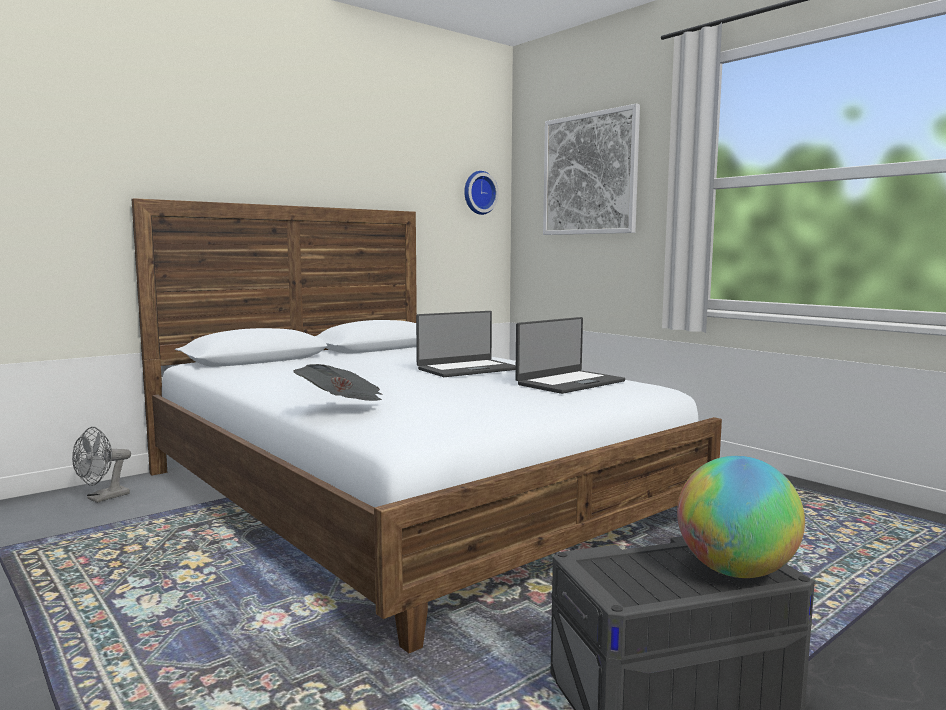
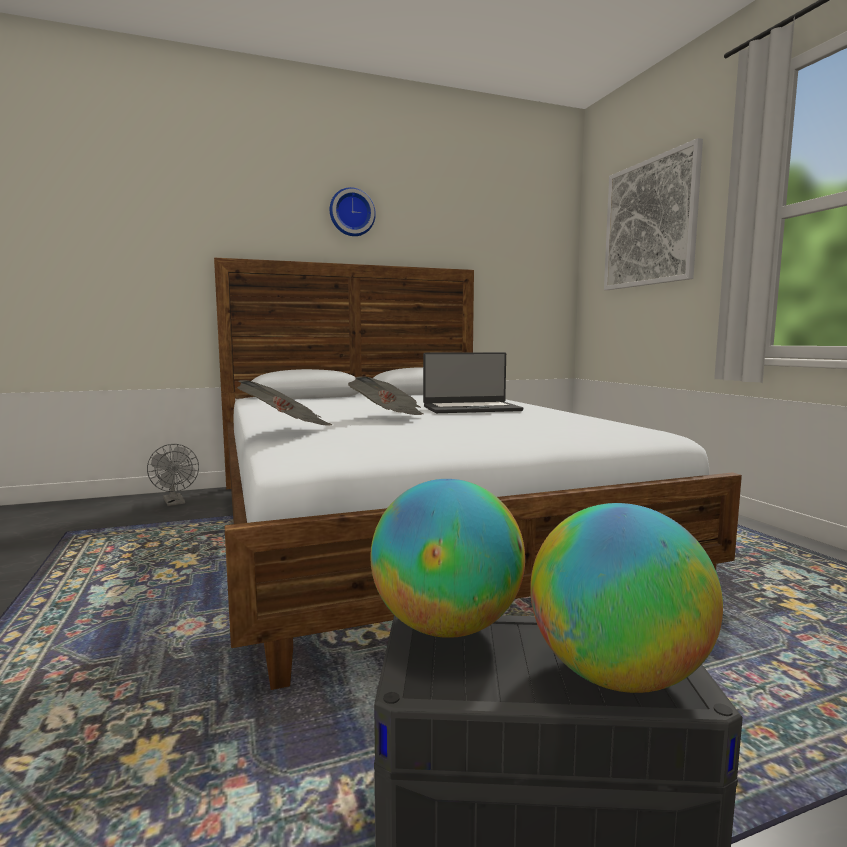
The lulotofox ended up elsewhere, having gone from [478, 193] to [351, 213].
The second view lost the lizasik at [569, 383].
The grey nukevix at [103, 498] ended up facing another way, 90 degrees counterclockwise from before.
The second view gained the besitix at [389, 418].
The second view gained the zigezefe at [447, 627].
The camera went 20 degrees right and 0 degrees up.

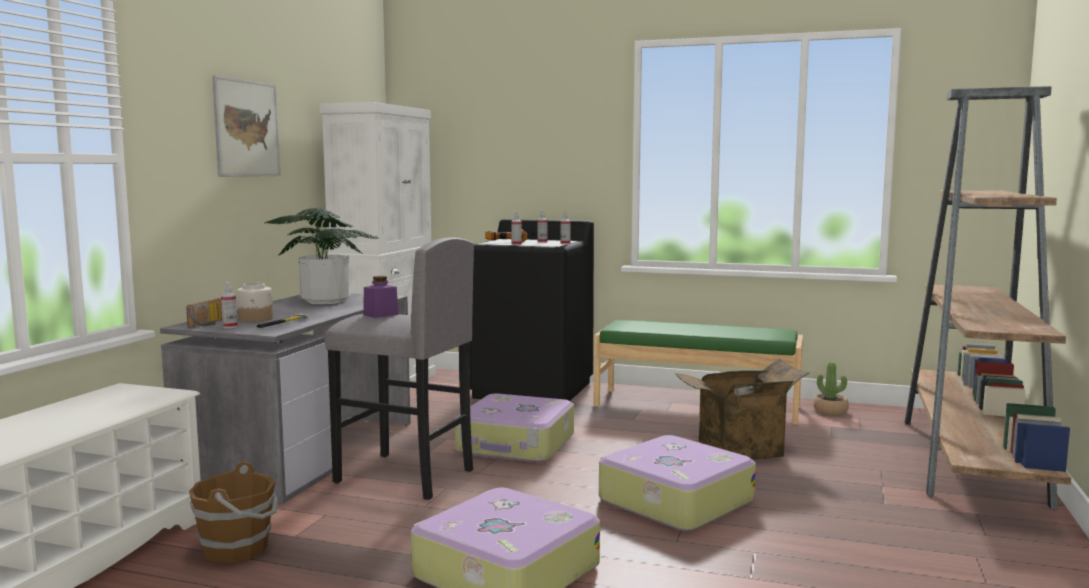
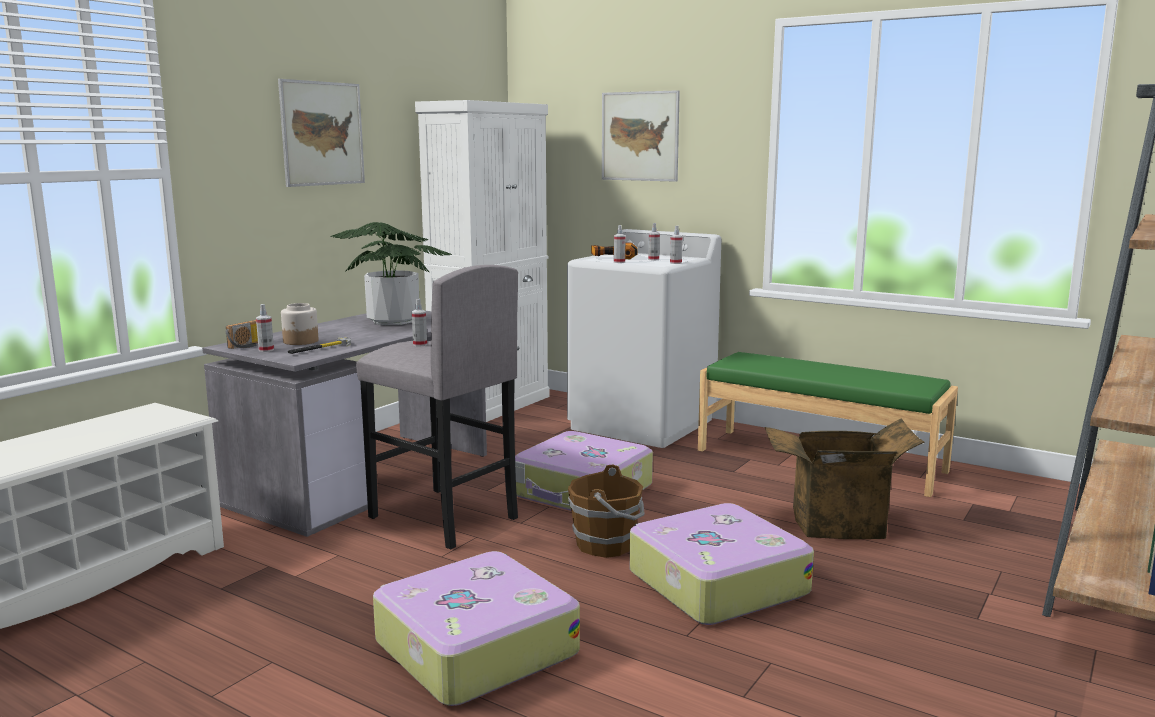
What was the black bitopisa at [533, 390] turned into the white bitopisa at [643, 424].
Where the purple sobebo stood at [381, 315], the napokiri came to stand at [420, 344].
The second view lost the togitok at [830, 411].
The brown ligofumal ended up elsewhere, having gone from [238, 549] to [607, 545].
The second view gained the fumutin at [640, 136].
The camera went 15 degrees right and 5 degrees up.

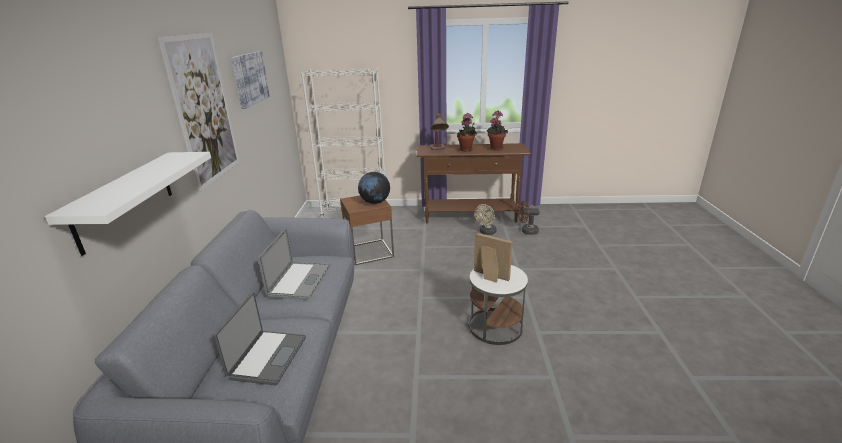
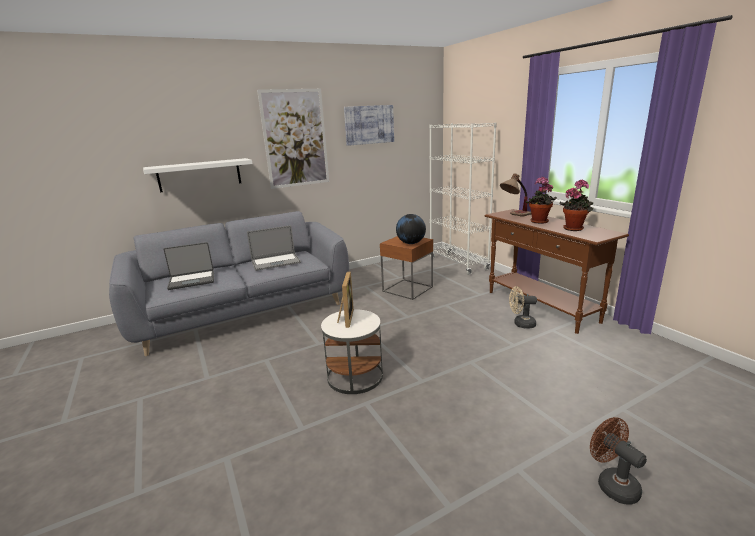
The brown nukevix ended up elsewhere, having gone from [527, 231] to [612, 483].
The camera went 60 degrees right and 5 degrees down.

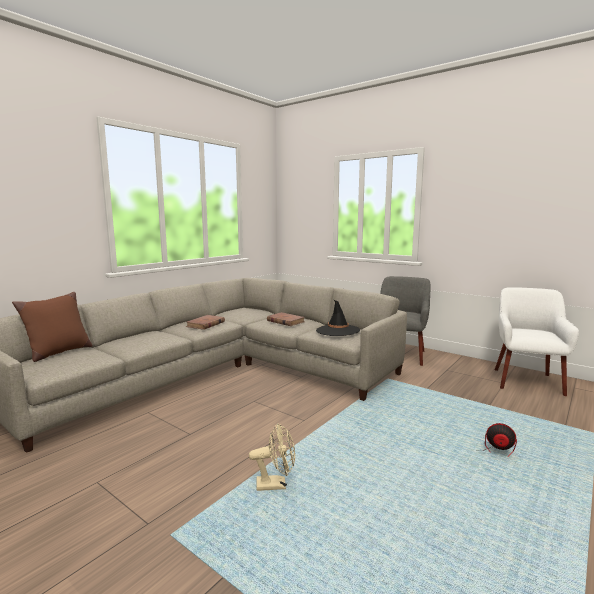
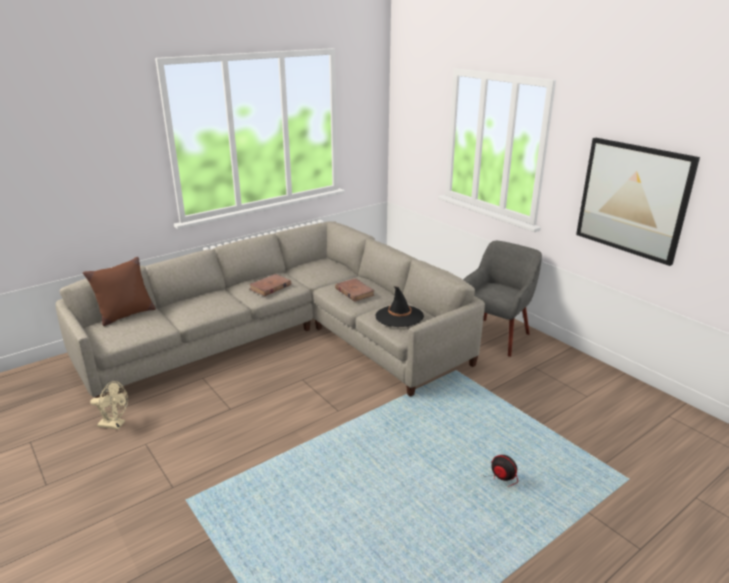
The second view lost the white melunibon at [526, 381].
The beige nukevix ended up elsewhere, having gone from [276, 484] to [115, 424].
The second view gained the fumutin at [633, 199].
The camera went 15 degrees right and 15 degrees up.

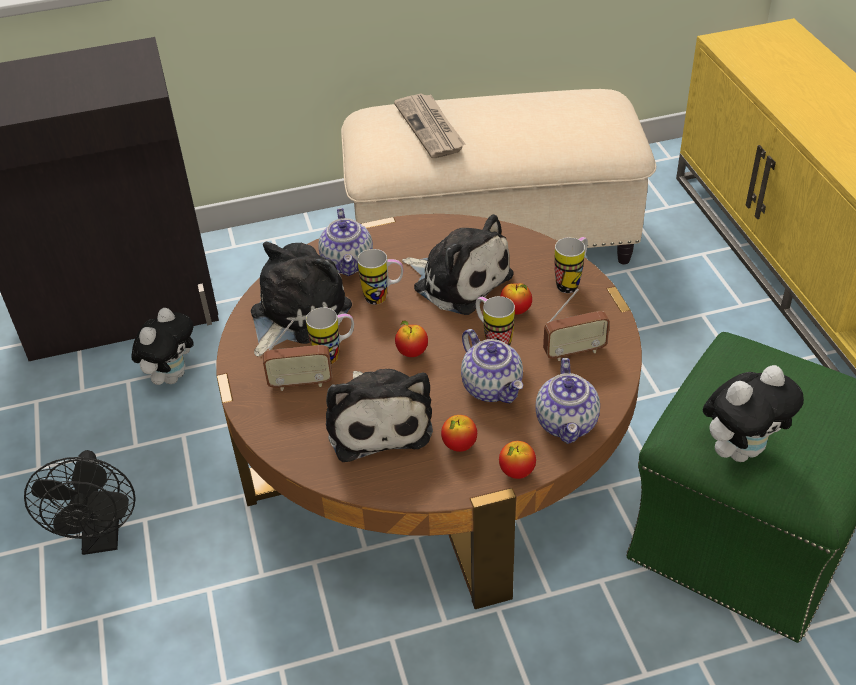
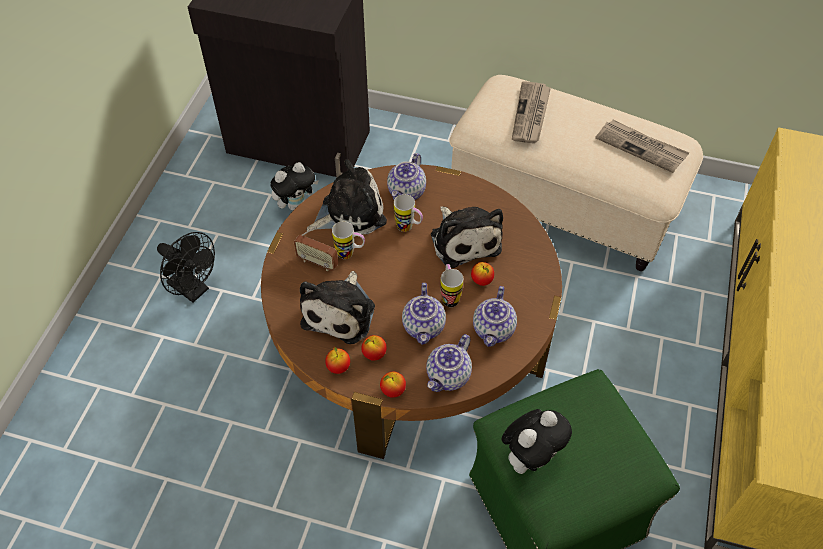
The second view lost the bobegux at [571, 282].
Where the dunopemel stood at [574, 352], the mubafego came to stand at [494, 330].
The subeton ended up elsewhere, having gone from [412, 352] to [338, 367].
The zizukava at [741, 450] ended up facing another way, 45 degrees counterclockwise from before.
The black nukevix at [102, 538] ended up facing another way, 75 degrees counterclockwise from before.
The second view gained the besitix at [641, 147].
The camera went 30 degrees right and 10 degrees up.

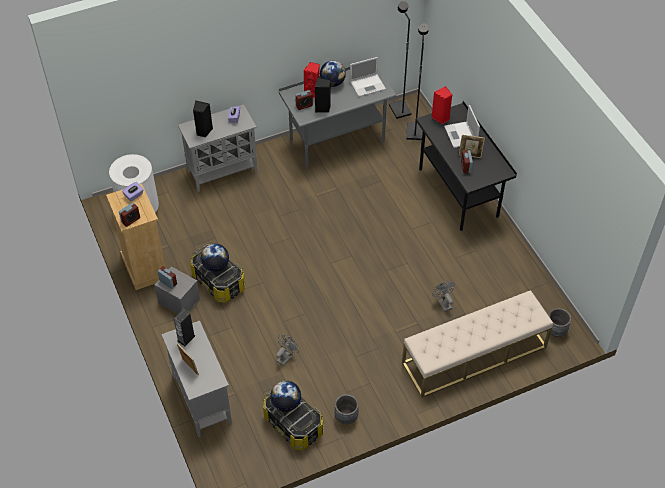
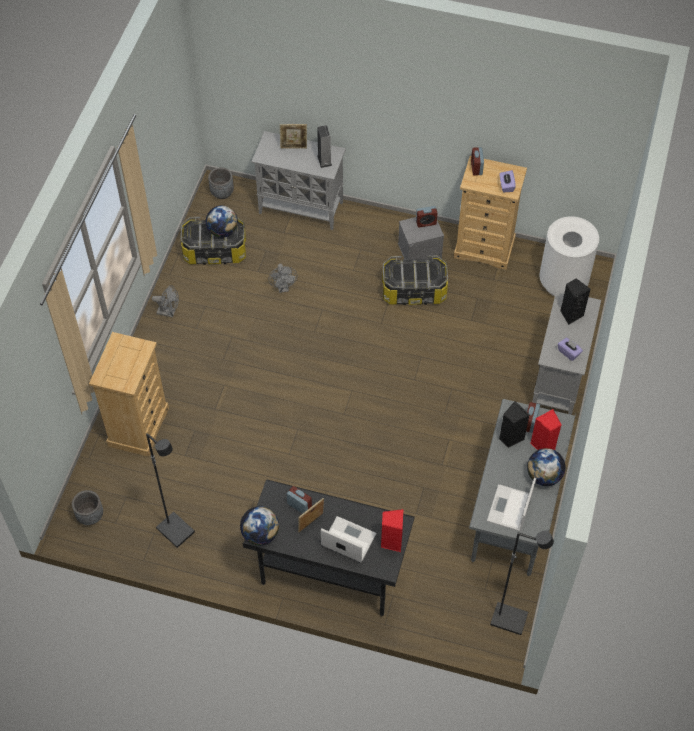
The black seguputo ended up elsewhere, having gone from [414, 132] to [176, 530].
The zigezefe ended up elsewhere, having gone from [216, 265] to [260, 534].
The grey nukevix ended up elsewhere, having gone from [443, 303] to [169, 312].
Where the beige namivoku stood at [474, 355], the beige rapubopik came to stand at [138, 426].
The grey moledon ended up elsewhere, having gone from [346, 416] to [222, 193].
The camera went 130 degrees right and 5 degrees up.

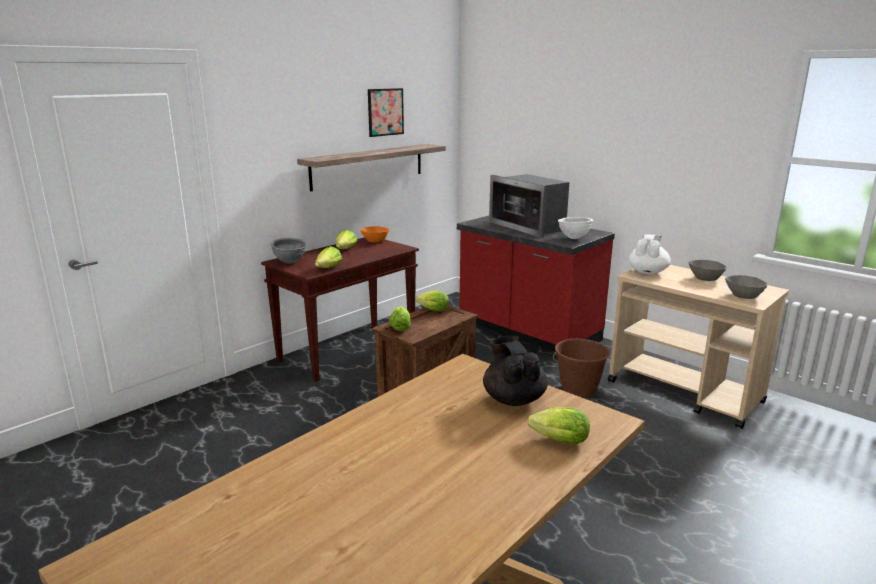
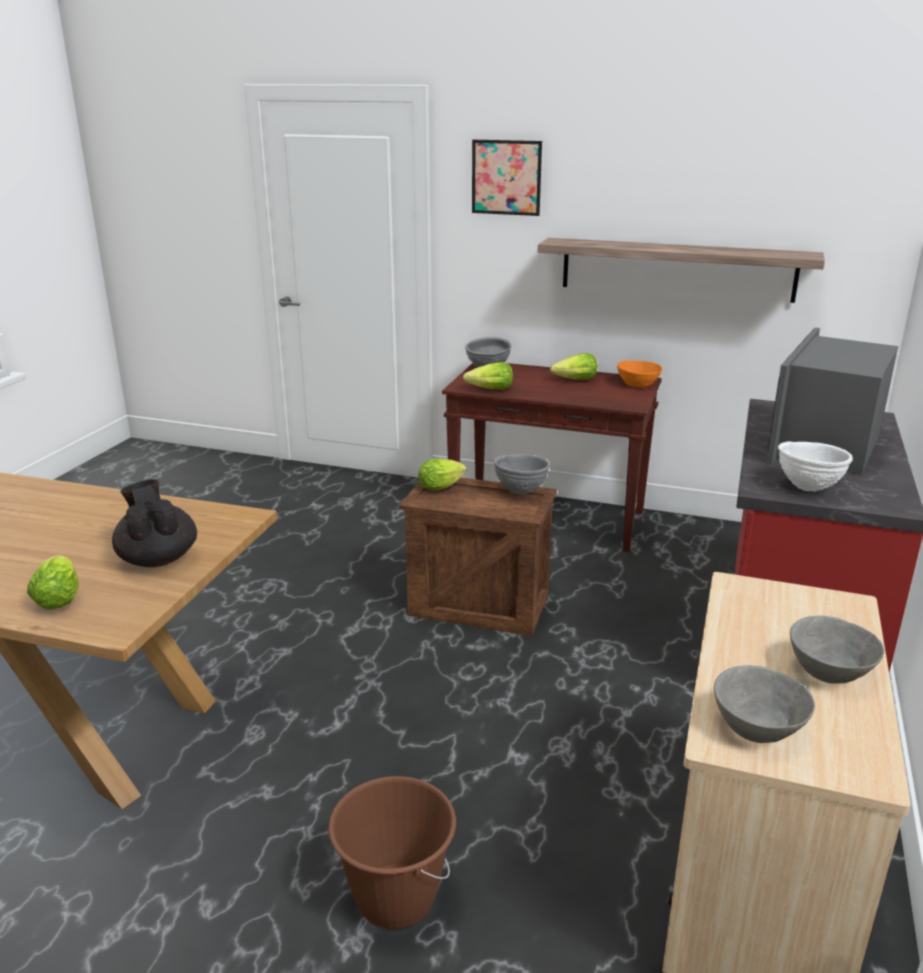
The fumutin ended up elsewhere, having gone from [385, 112] to [506, 177].
The second view lost the white mubafego at [647, 272].
Where the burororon stood at [431, 310], the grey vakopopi came to stand at [521, 492].
The black mubafego at [513, 399] ended up facing another way, 75 degrees counterclockwise from before.
The brown ligofumal ended up elsewhere, having gone from [578, 390] to [395, 898].
The camera went 65 degrees right and 5 degrees up.

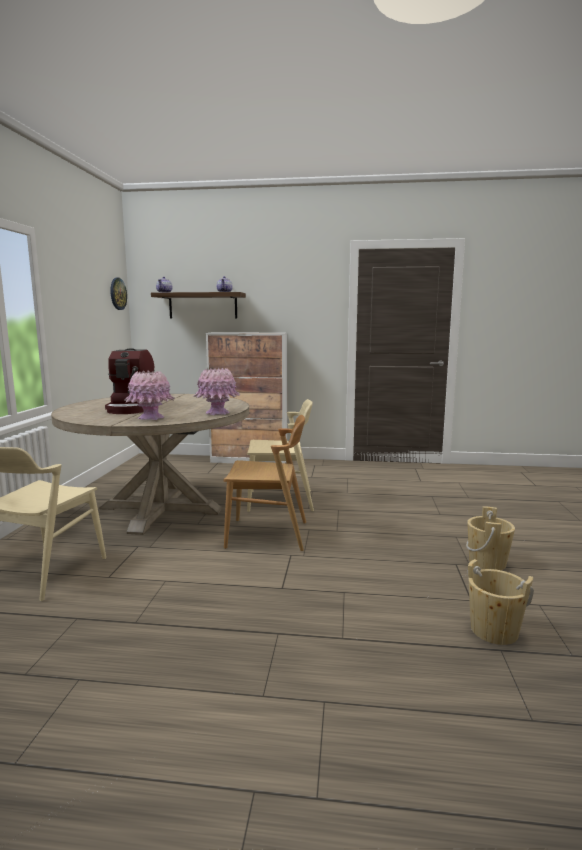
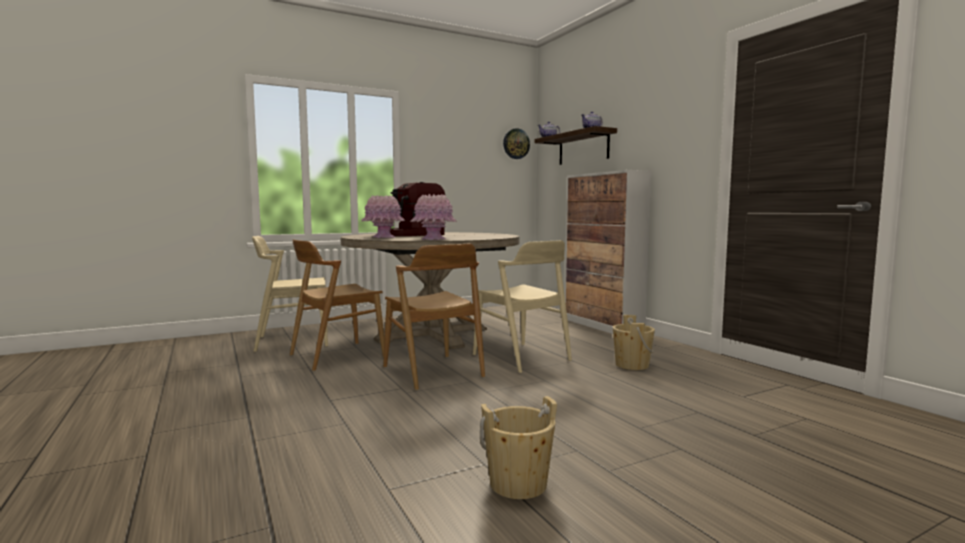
The beige ligofumal ended up elsewhere, having gone from [494, 631] to [632, 365].
The second view gained the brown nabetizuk at [337, 356].
The camera went 55 degrees right and 5 degrees down.

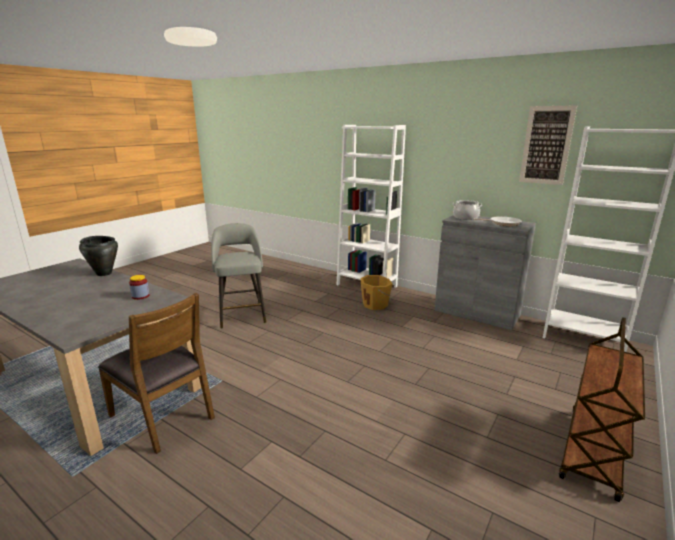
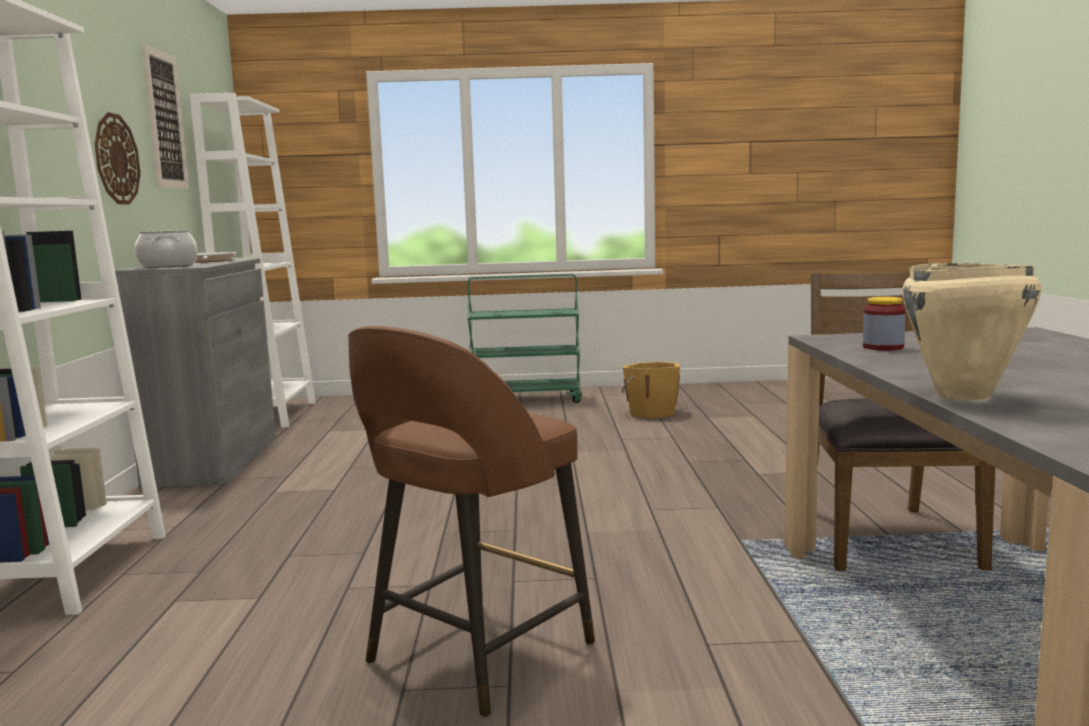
What was the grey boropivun at [242, 315] turned into the brown boropivun at [475, 655].
What was the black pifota at [104, 273] turned into the beige pifota at [963, 396].
The orange ligofumal ended up elsewhere, having gone from [375, 304] to [651, 412].
What was the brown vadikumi at [593, 453] turned into the green vadikumi at [526, 399].
The second view gained the lulotofox at [116, 159].
The camera went 125 degrees left and 10 degrees down.

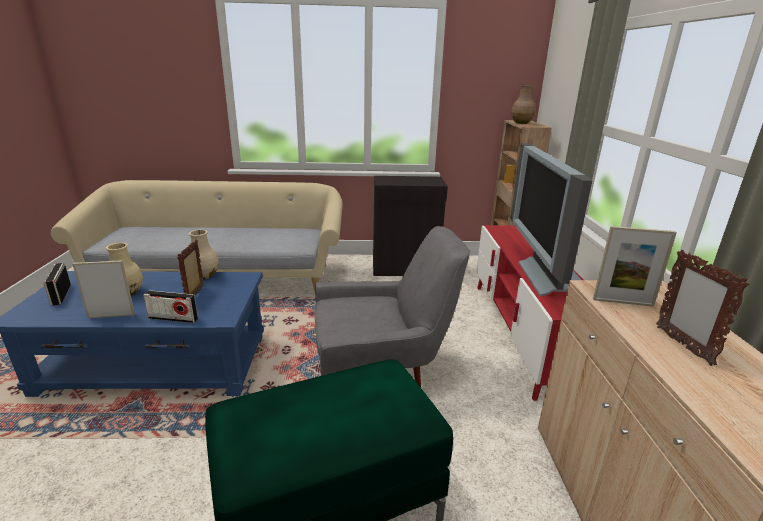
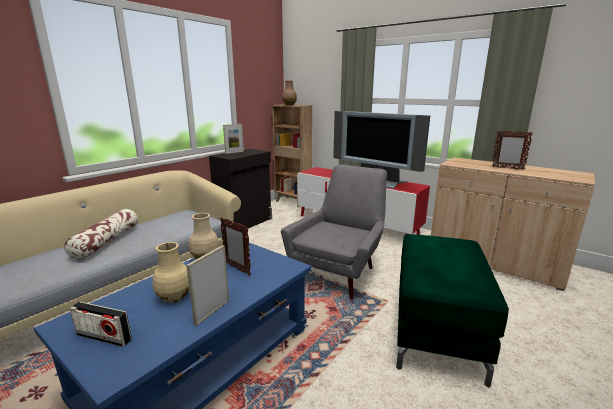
The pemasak ended up elsewhere, having gone from [622, 302] to [234, 152].
The second view lost the dunopemel at [173, 318].
The second view gained the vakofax at [107, 242].
The camera went 50 degrees left and 5 degrees down.

